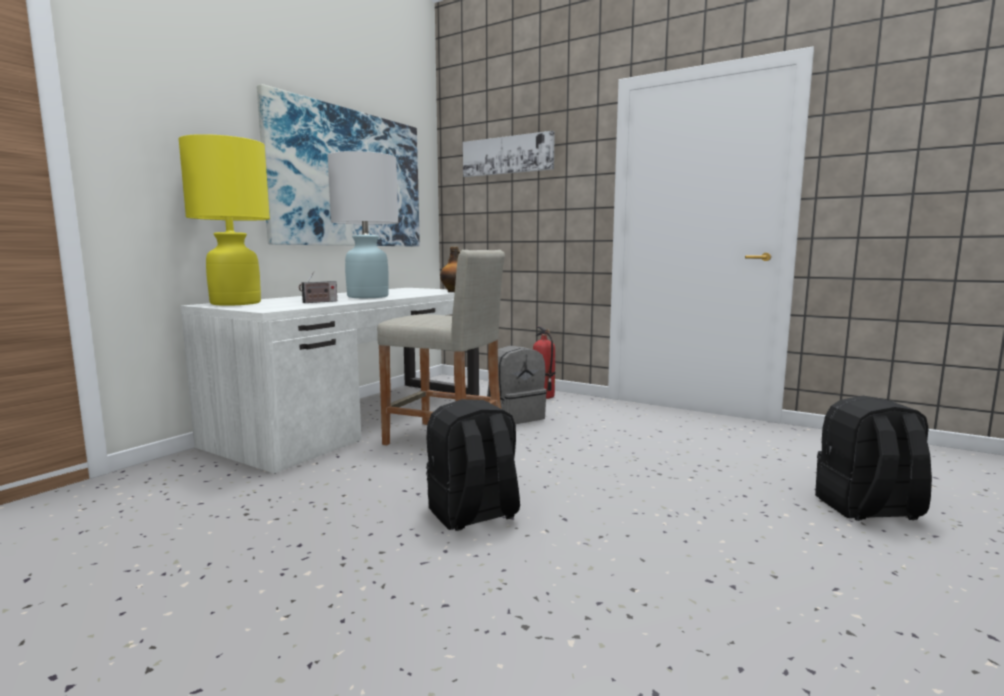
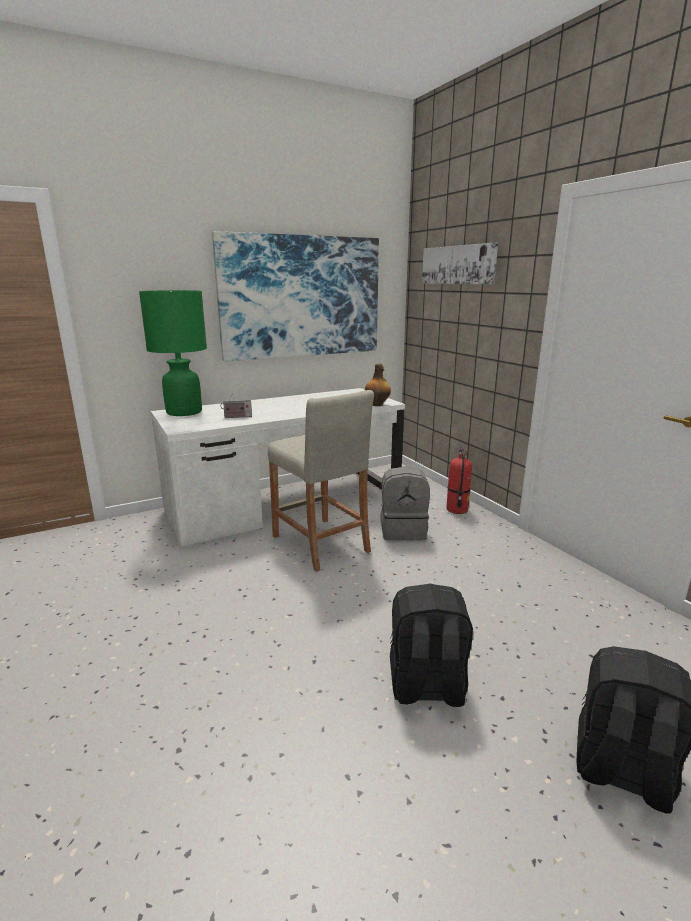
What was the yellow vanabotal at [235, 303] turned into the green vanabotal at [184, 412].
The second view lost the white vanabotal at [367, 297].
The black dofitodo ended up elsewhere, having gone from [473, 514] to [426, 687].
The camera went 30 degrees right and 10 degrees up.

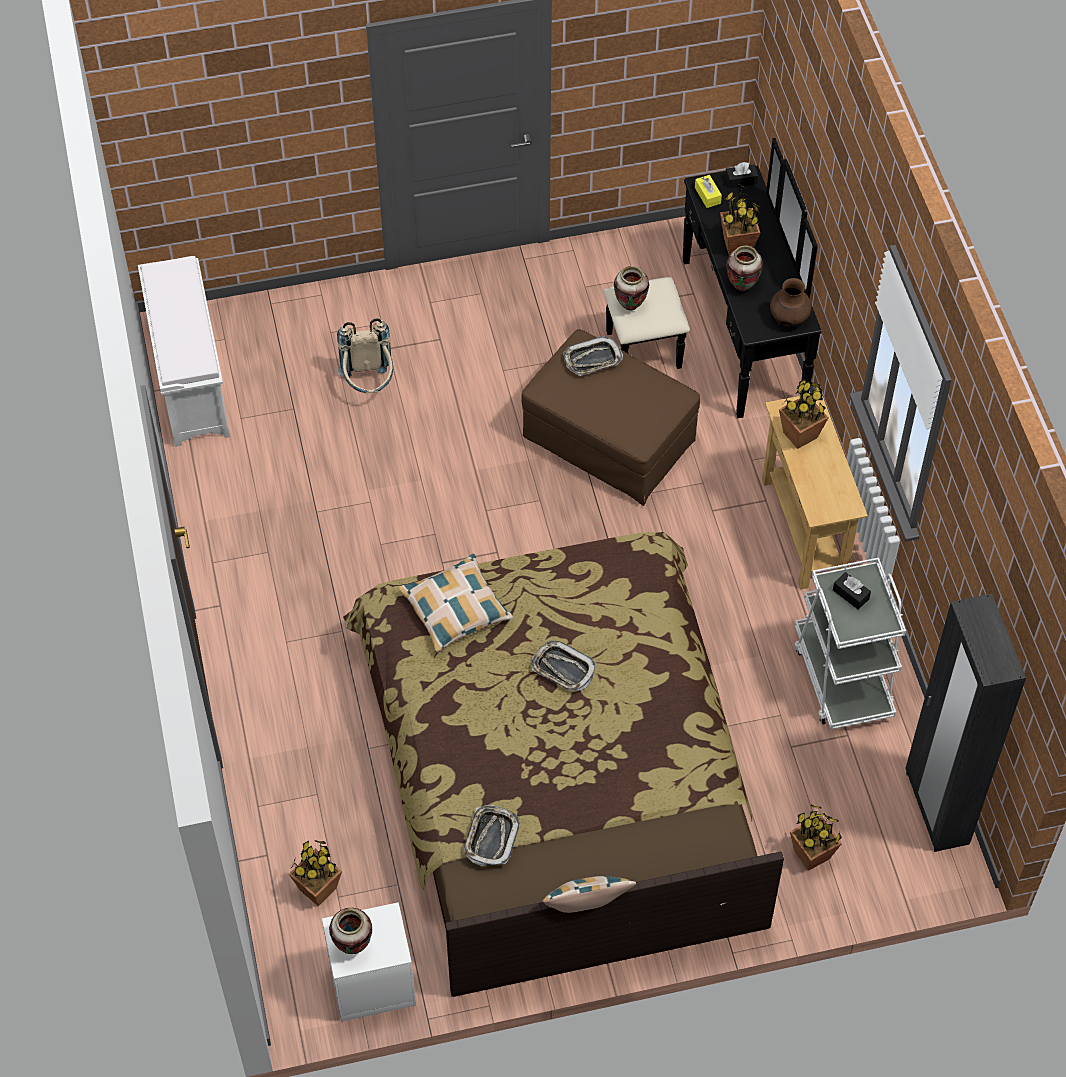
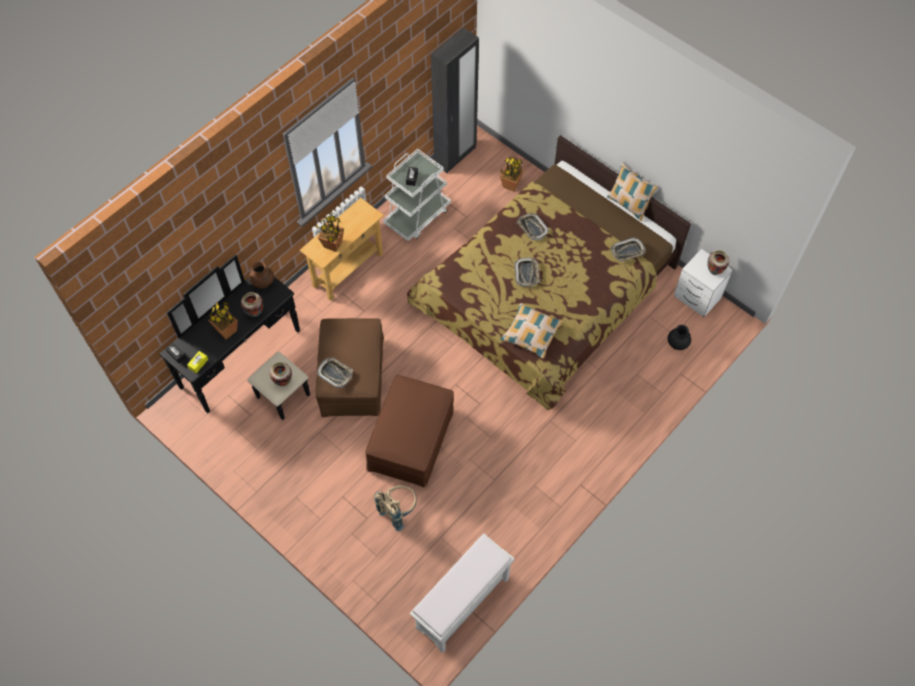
Where the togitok stood at [317, 889], the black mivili came to stand at [677, 344].
The second view gained the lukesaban at [532, 228].
The second view gained the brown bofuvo at [412, 440].
The camera went 125 degrees left and 5 degrees up.

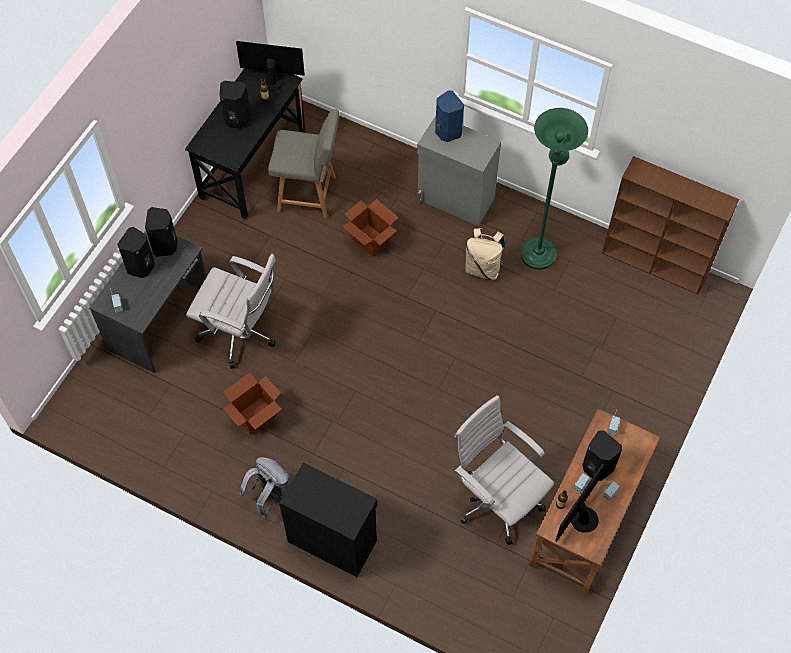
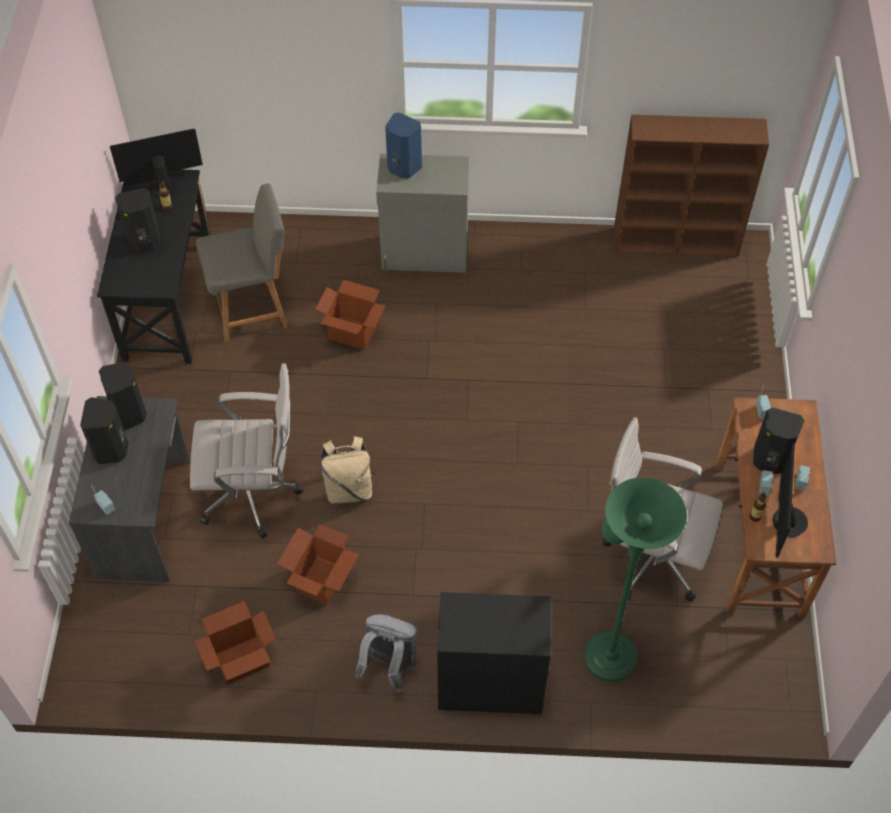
The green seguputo ended up elsewhere, having gone from [539, 250] to [608, 650].
The beige dofitodo ended up elsewhere, having gone from [483, 268] to [348, 489].
The second view gained the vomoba at [241, 660].
The camera went 25 degrees left and 5 degrees down.

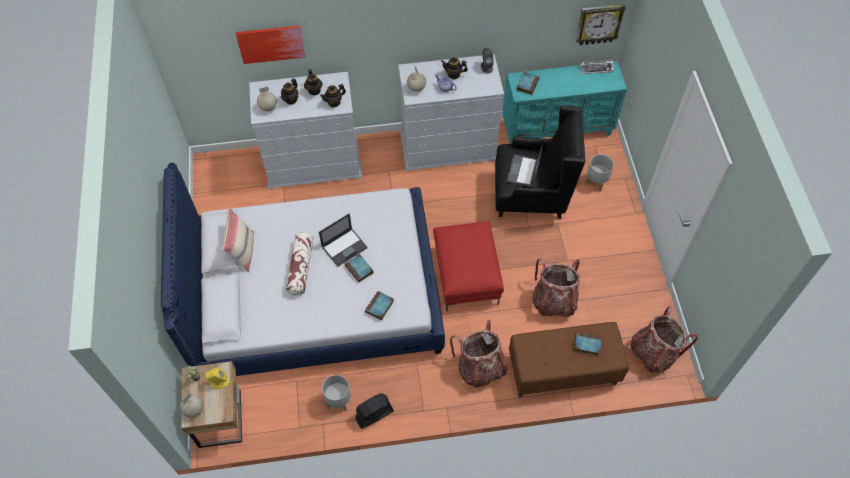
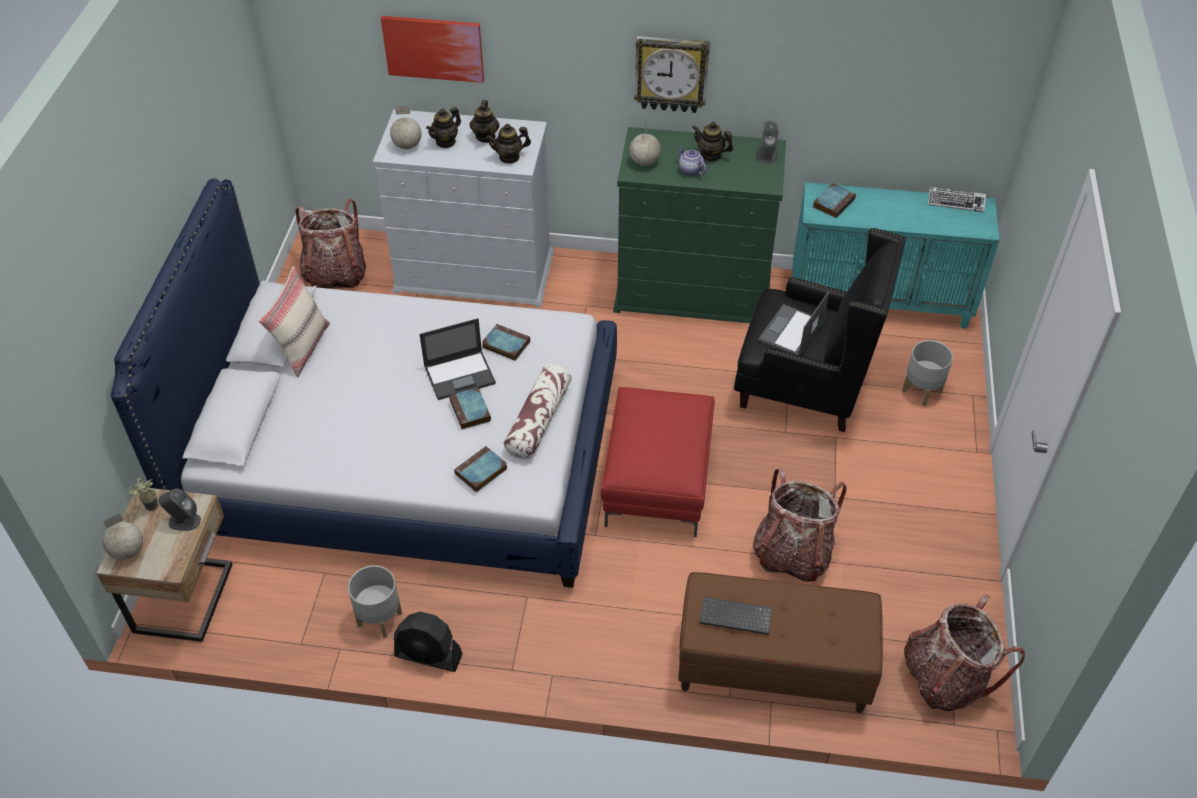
The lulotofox ended up elsewhere, having gone from [599, 23] to [671, 73].
What was the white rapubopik at [449, 146] turned into the green rapubopik at [693, 291].
The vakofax ended up elsewhere, having gone from [301, 267] to [538, 419].
The dofitodo ended up elsewhere, having gone from [480, 368] to [335, 274].
The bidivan ended up elsewhere, having gone from [586, 344] to [505, 345].
What was the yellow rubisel at [219, 382] turned into the grey rubisel at [184, 521].
The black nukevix at [374, 415] ended up facing another way, 150 degrees counterclockwise from before.
The second view gained the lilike at [734, 618].
The camera went 15 degrees right and 10 degrees down.

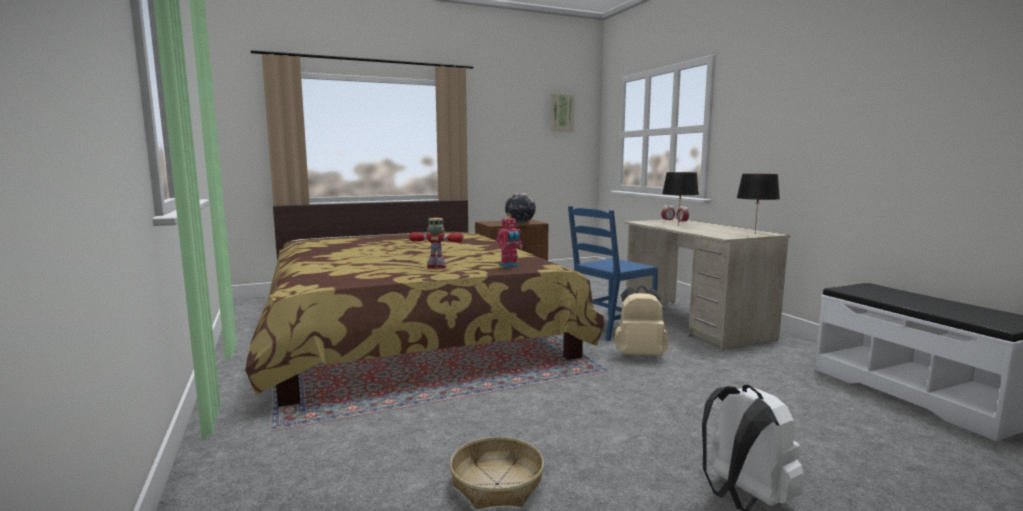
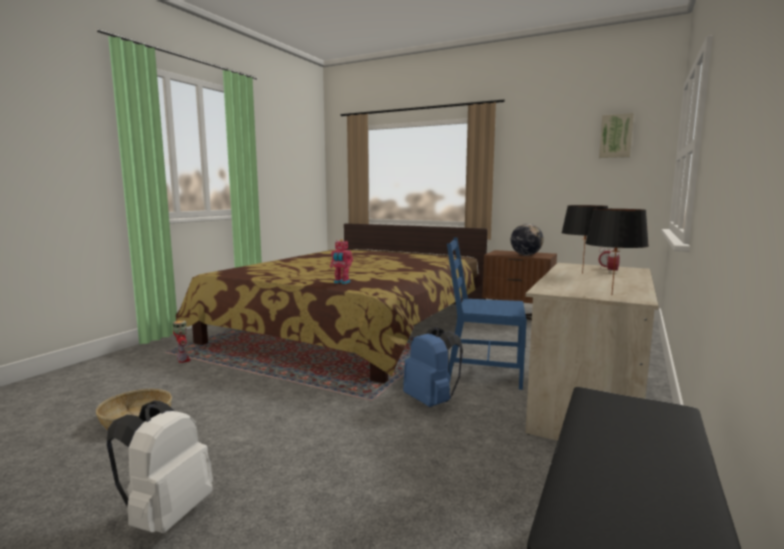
The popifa ended up elsewhere, having gone from [437, 267] to [183, 360].
What was the beige dofitodo at [639, 355] turned into the blue dofitodo at [431, 401].
The camera went 50 degrees right and 0 degrees up.

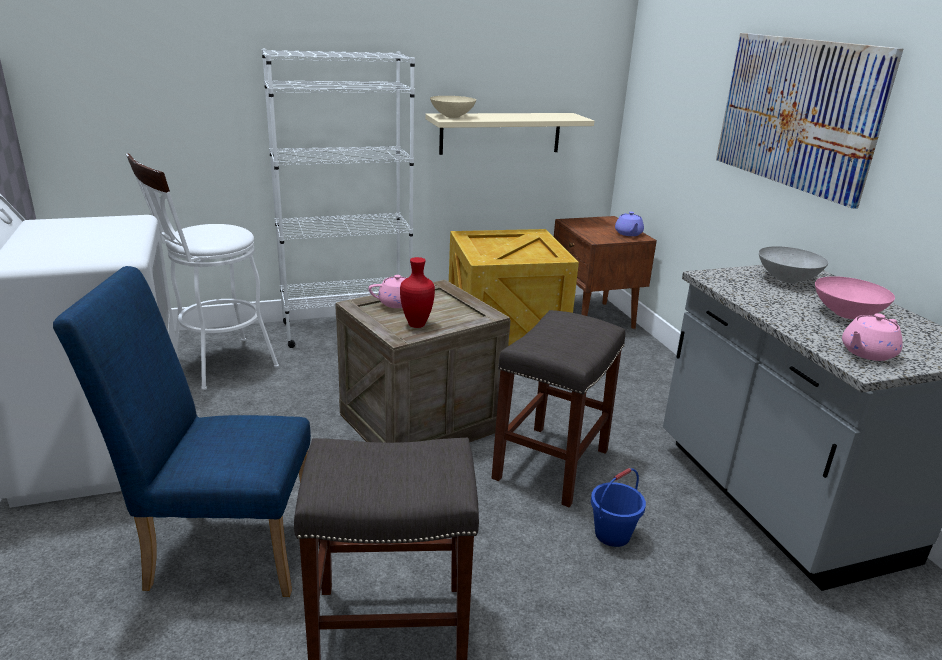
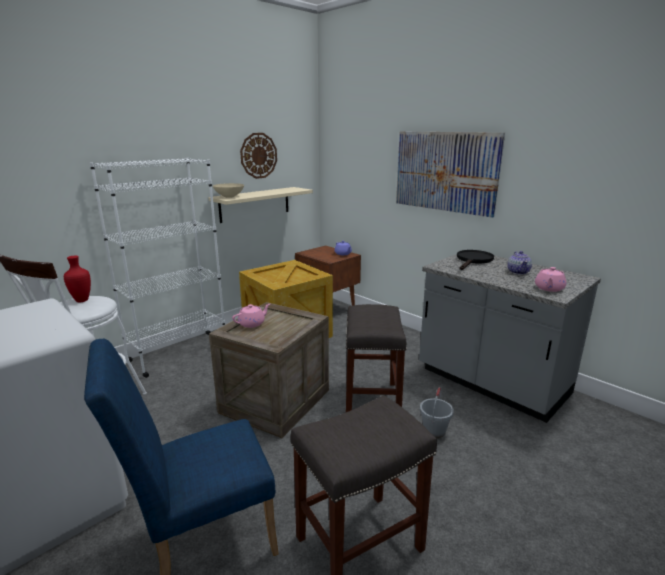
Where the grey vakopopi stood at [788, 280], the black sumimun came to stand at [473, 260].
The red mivili ended up elsewhere, having gone from [416, 325] to [82, 301].
Where the pink vakopopi stood at [848, 314], the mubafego came to stand at [518, 272].
What was the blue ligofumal at [612, 534] turned into the grey ligofumal at [434, 430].
The second view gained the lulotofox at [258, 155].
The camera went 25 degrees left and 5 degrees down.

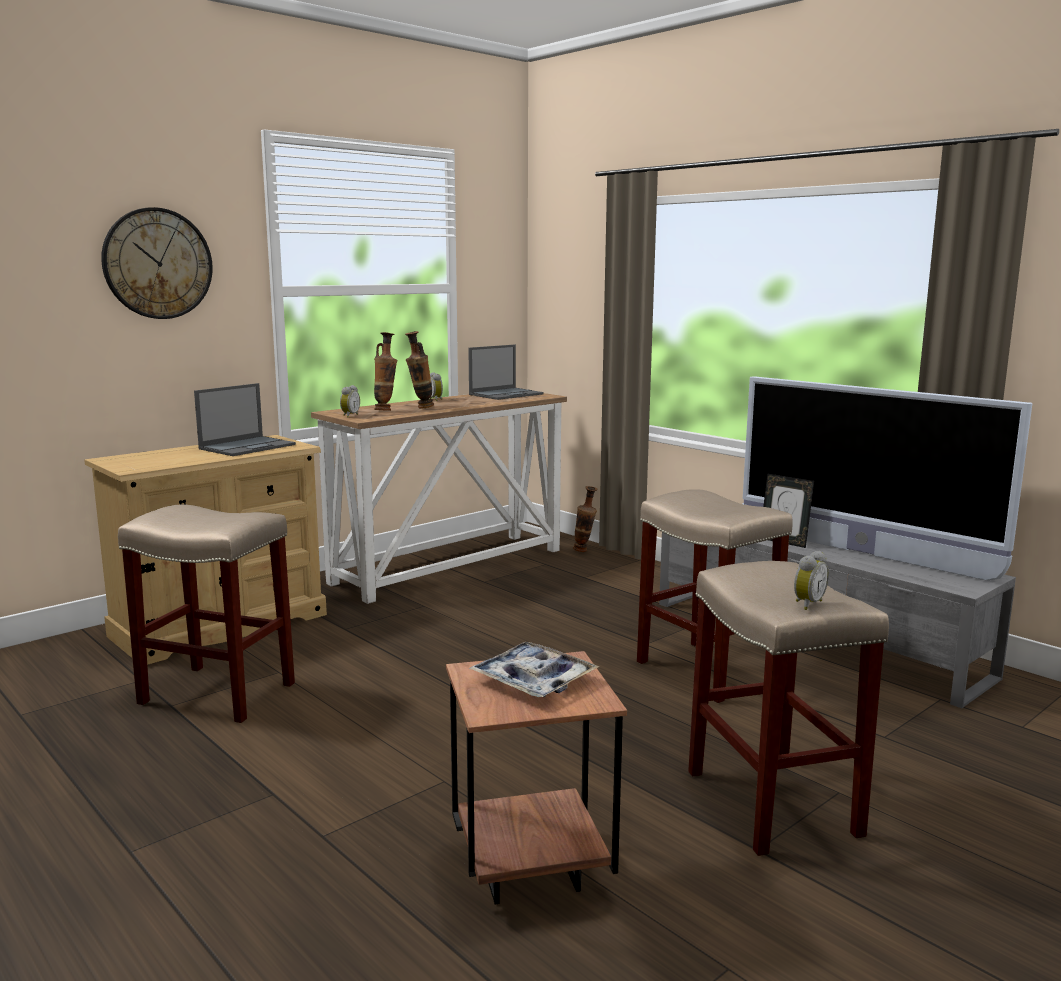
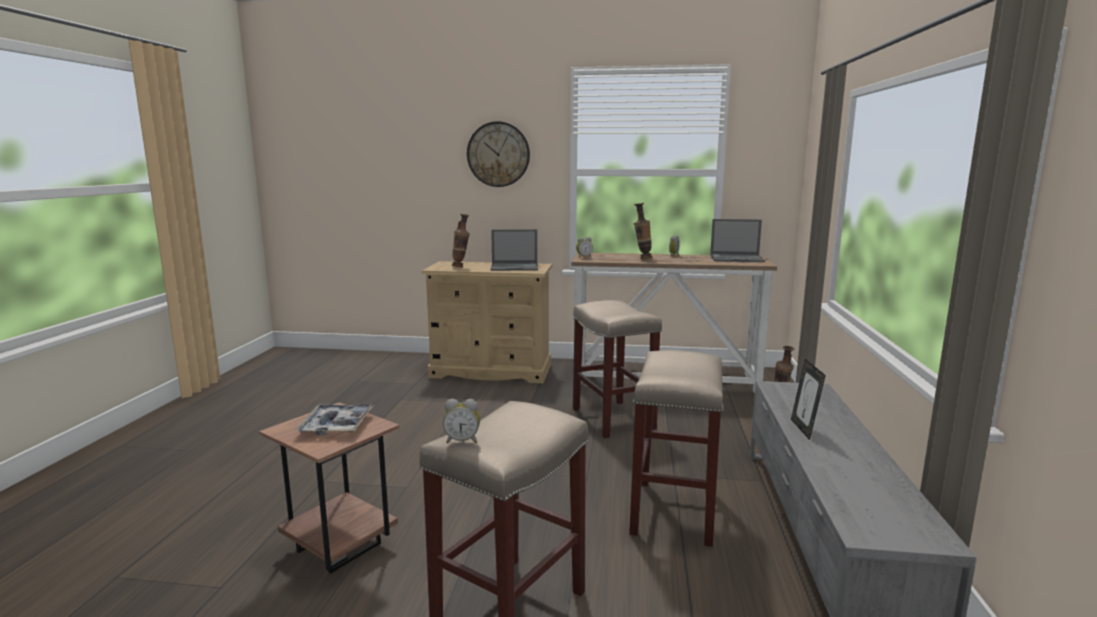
The mivili ended up elsewhere, having gone from [386, 410] to [461, 267].
The second view lost the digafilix at [861, 552].
The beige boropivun ended up elsewhere, having gone from [220, 693] to [614, 419].
The camera went 50 degrees right and 0 degrees up.

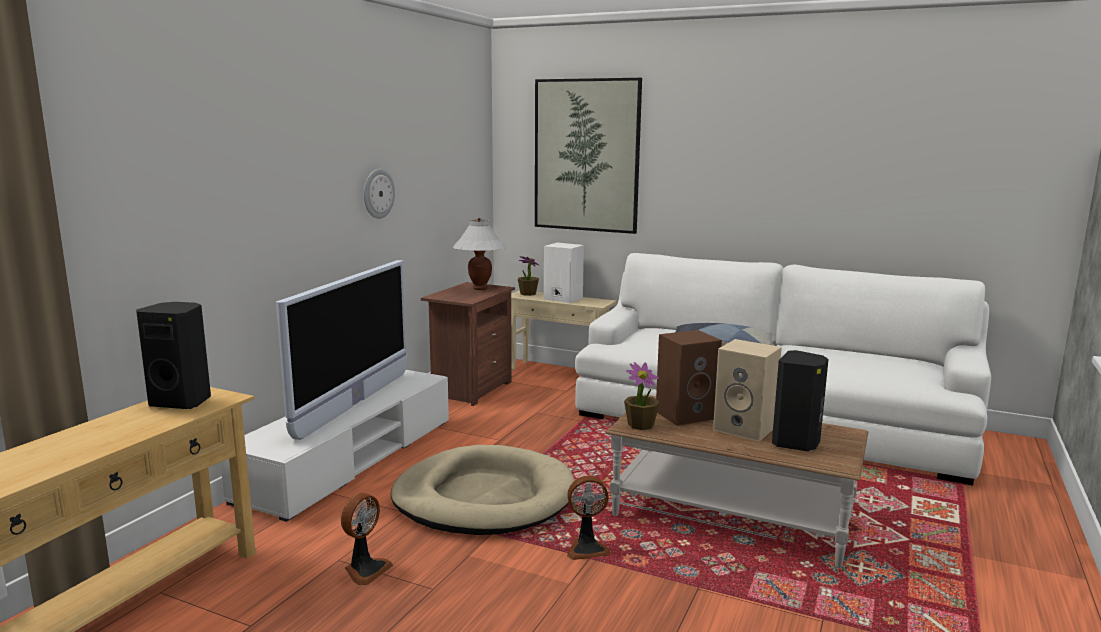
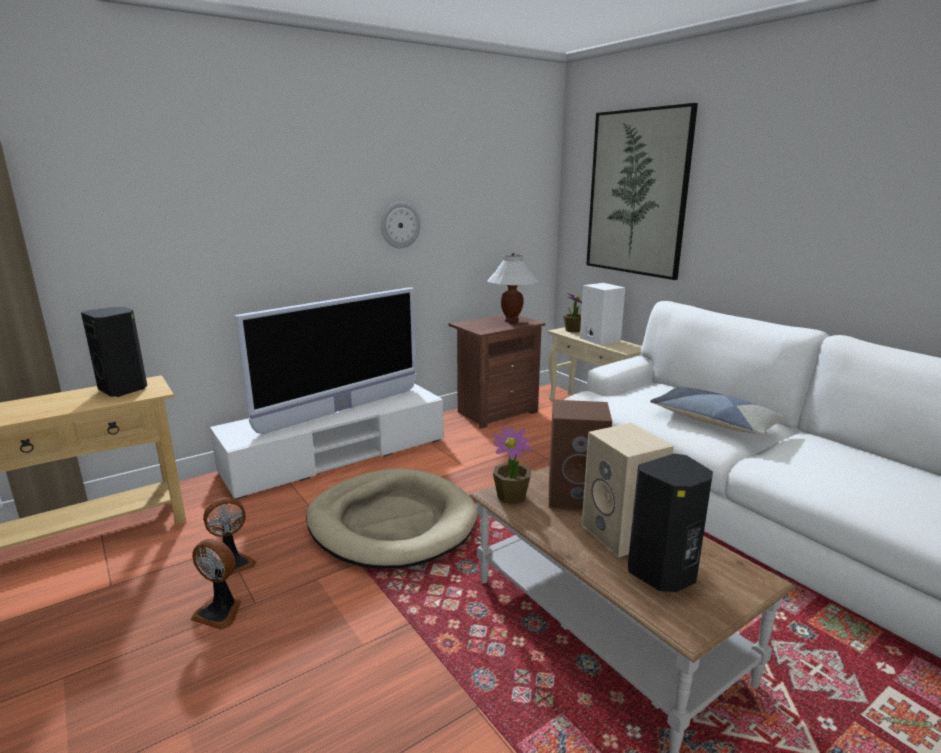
The nukevix ended up elsewhere, having gone from [587, 548] to [220, 612].
The camera went 30 degrees right and 5 degrees up.

